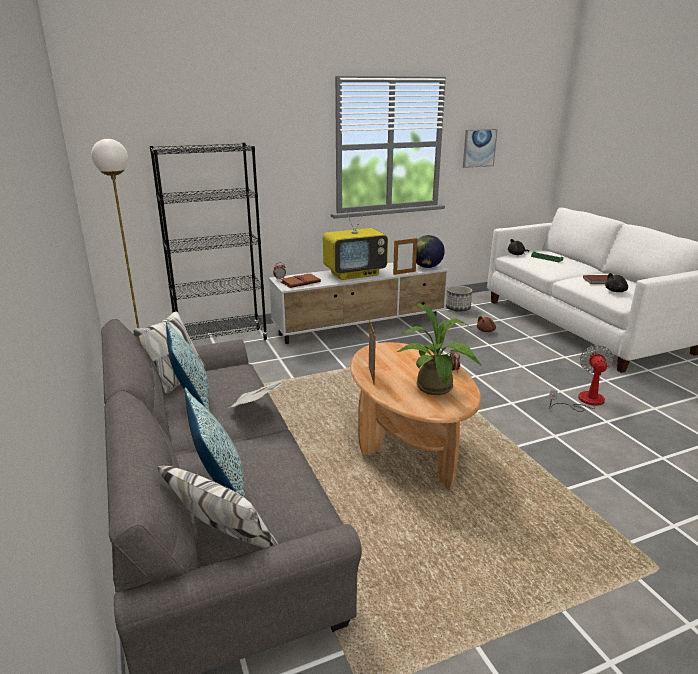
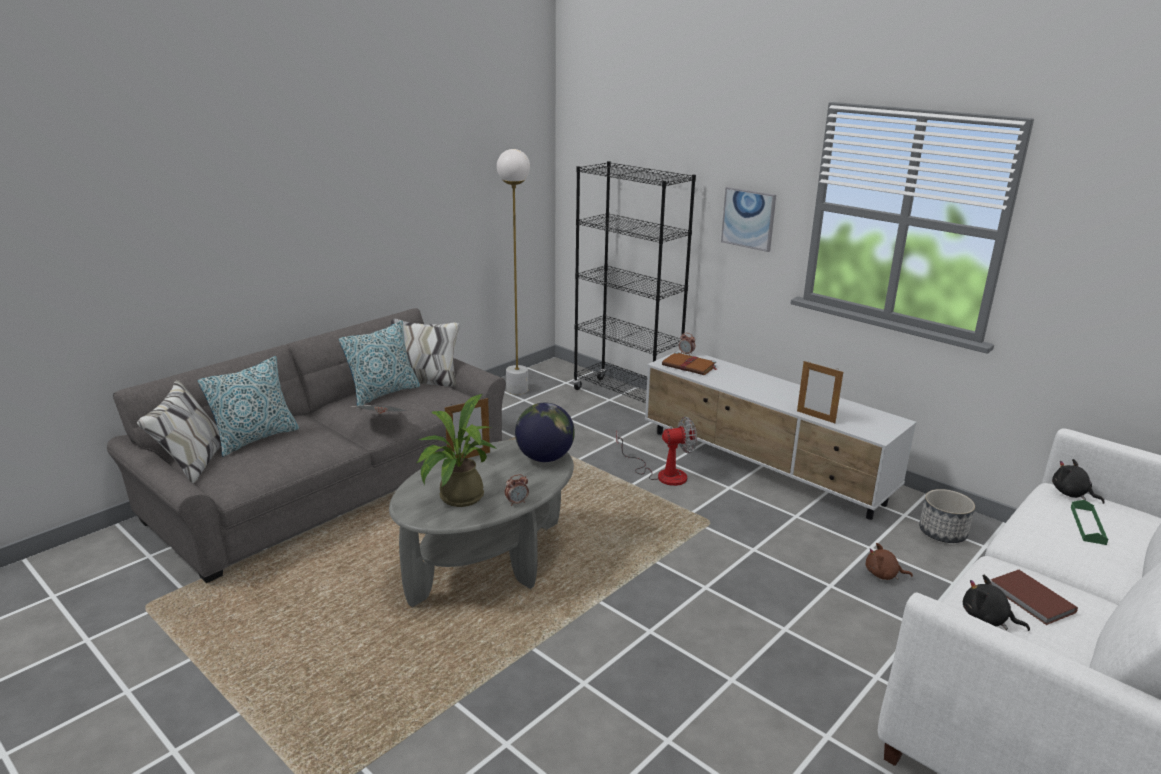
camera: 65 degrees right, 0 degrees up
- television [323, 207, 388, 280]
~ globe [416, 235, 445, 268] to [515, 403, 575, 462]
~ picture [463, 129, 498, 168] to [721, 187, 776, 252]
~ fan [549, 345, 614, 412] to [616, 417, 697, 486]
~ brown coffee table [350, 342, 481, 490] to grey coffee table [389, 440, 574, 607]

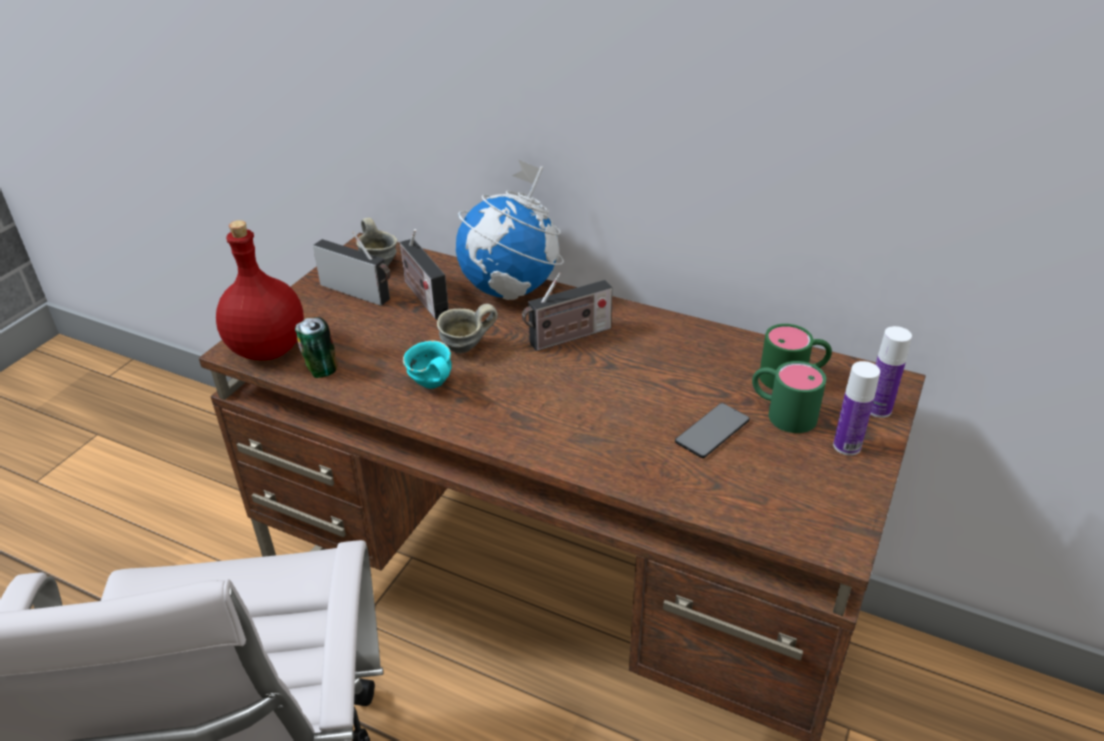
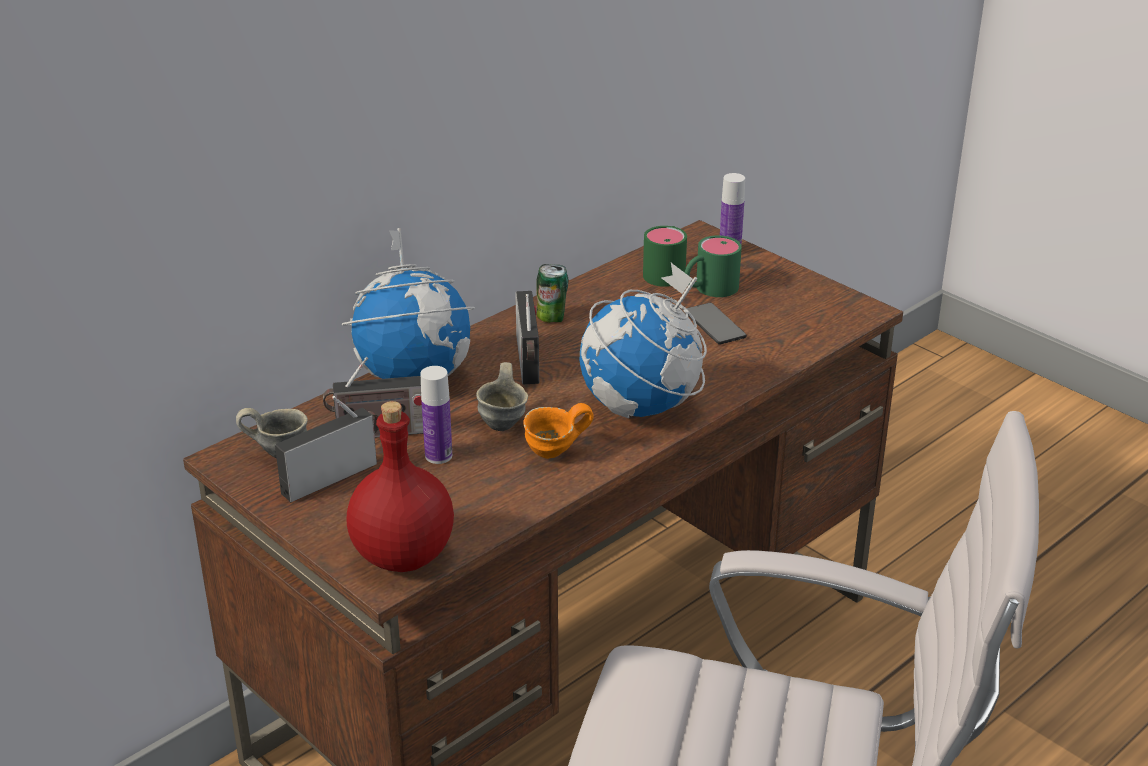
camera: 70 degrees left, 5 degrees down
+ globe [580, 263, 707, 418]
~ can [295, 317, 337, 378] to [536, 264, 569, 323]
~ bottle [833, 361, 880, 456] to [420, 366, 452, 464]
~ turquoise mug [403, 341, 452, 389] to orange mug [523, 403, 594, 459]

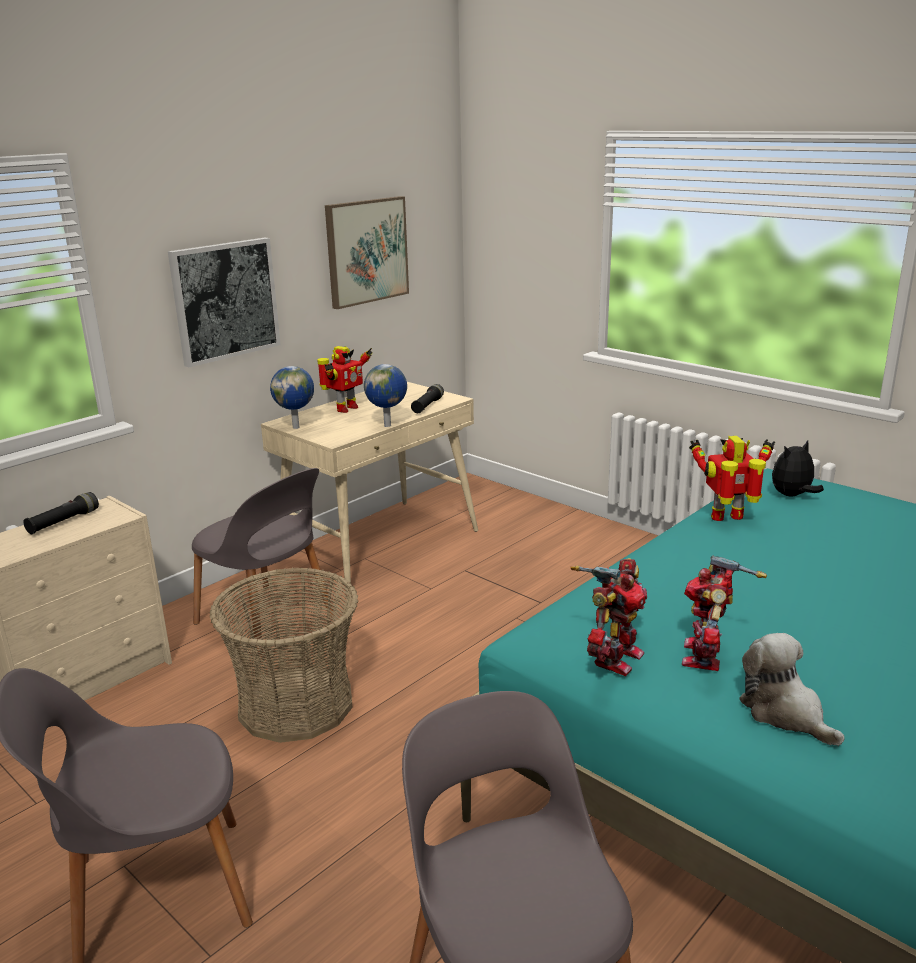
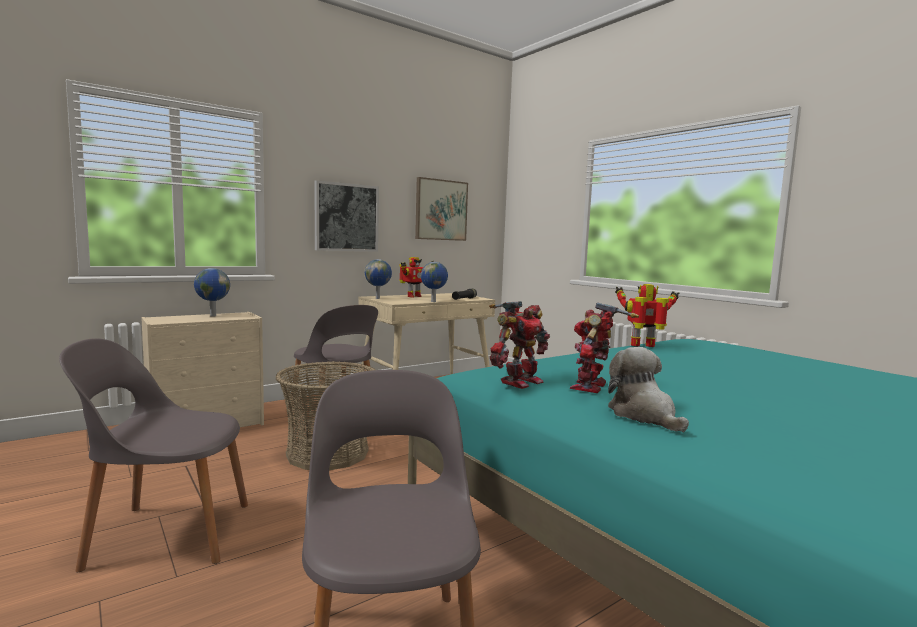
camera: 10 degrees right, 15 degrees down
- plush toy [772, 440, 824, 496]
~ black flashlight [23, 492, 99, 534] to globe [194, 268, 230, 316]

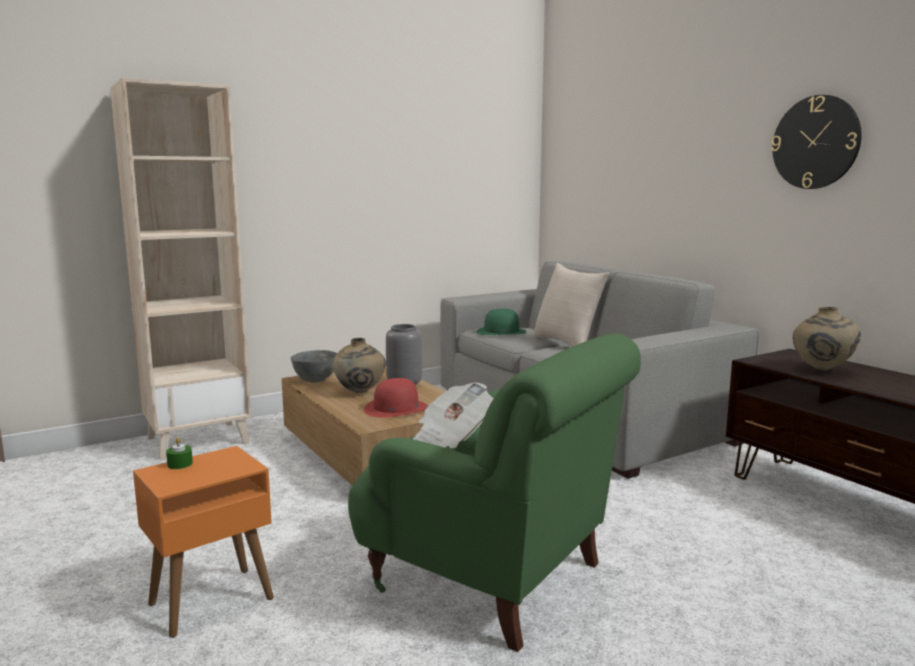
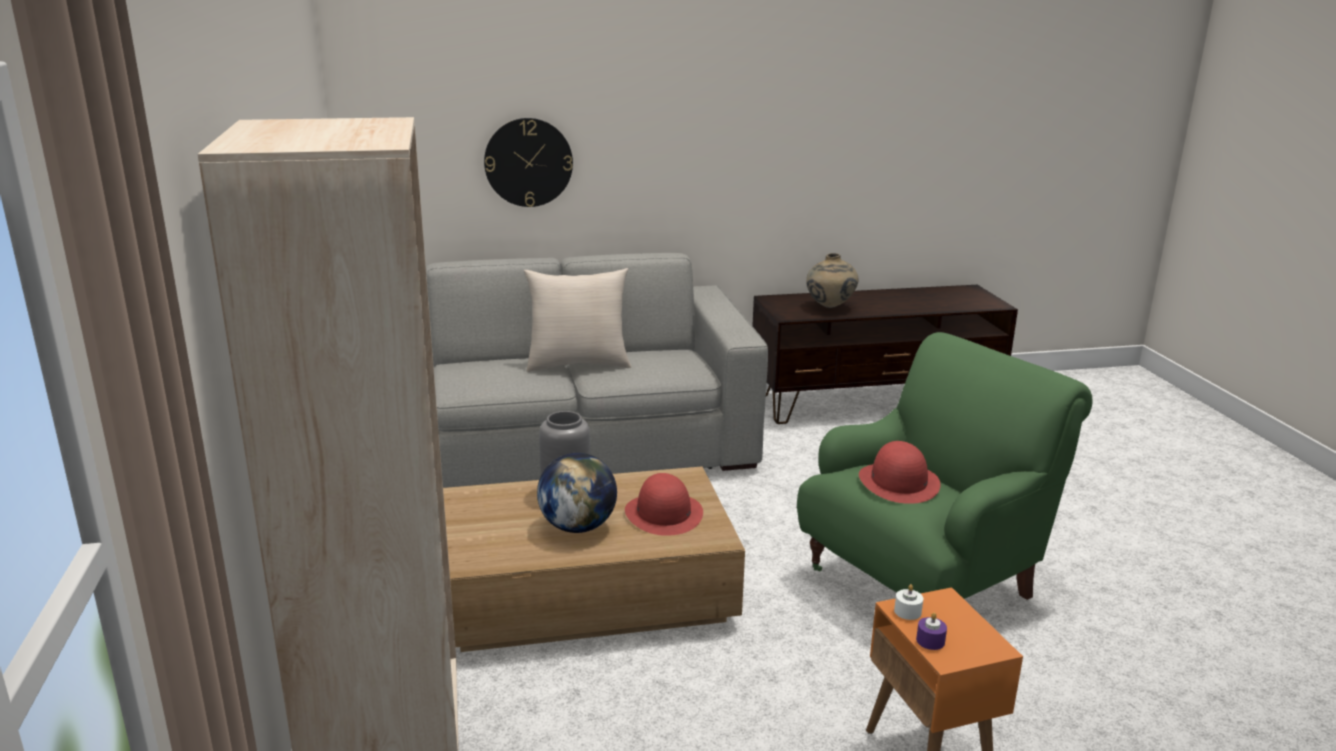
camera: 70 degrees left, 10 degrees up
- grey bowl [291, 350, 337, 382]
- green hat [476, 309, 527, 335]
+ white candle [894, 584, 923, 620]
~ wall clock [771, 95, 862, 189] to [484, 118, 573, 207]
~ beige vase [333, 338, 386, 393] to globe [537, 453, 617, 533]
~ newspaper [413, 382, 494, 449] to red hat [859, 441, 941, 504]
~ green candle [166, 437, 193, 469] to purple candle [916, 613, 947, 650]

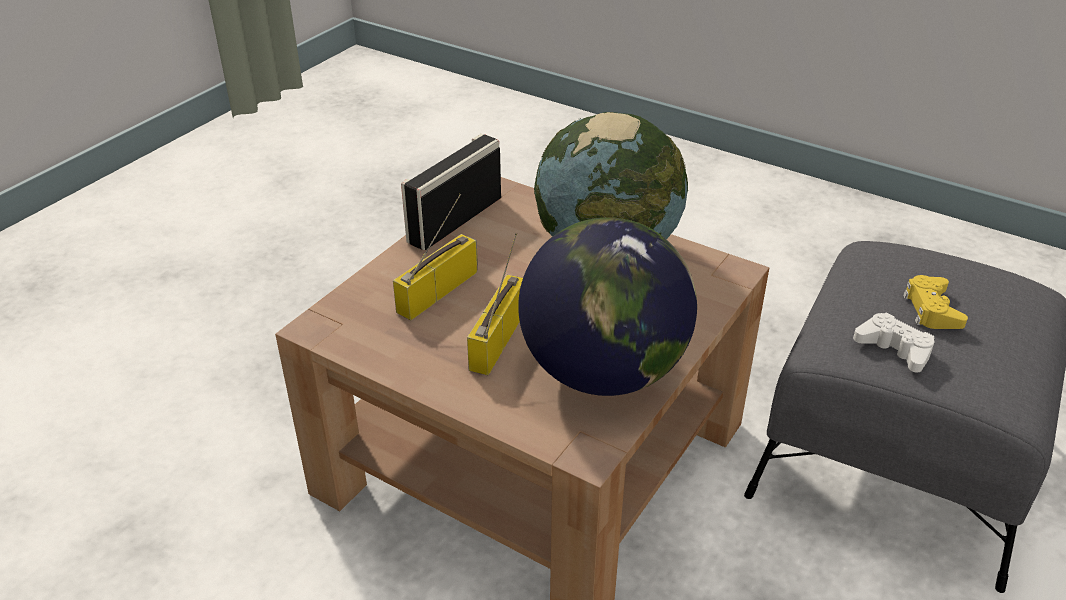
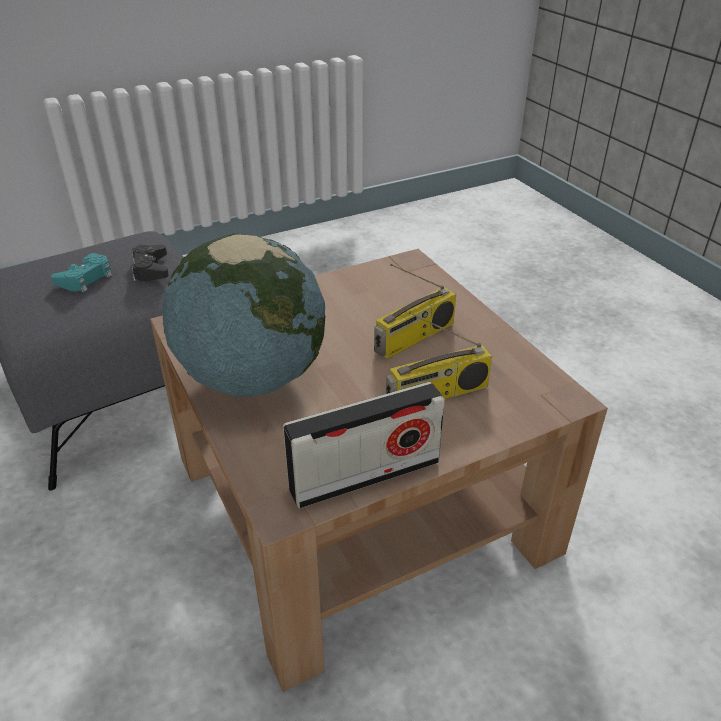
camera: 150 degrees left, 0 degrees up
- globe [518, 217, 697, 396]
~ white game controller [853, 312, 934, 373] to black game controller [132, 244, 169, 282]
~ yellow game controller [903, 275, 968, 329] to turquoise game controller [51, 253, 112, 292]

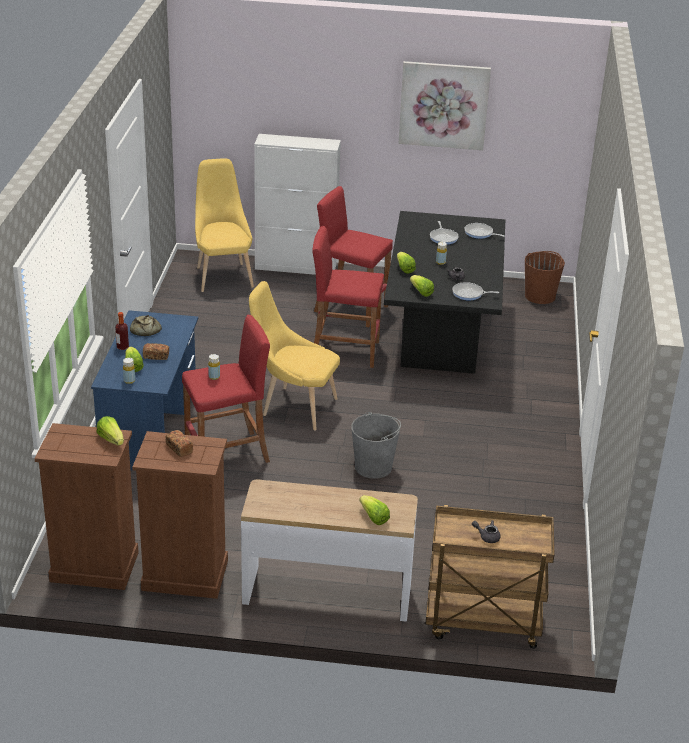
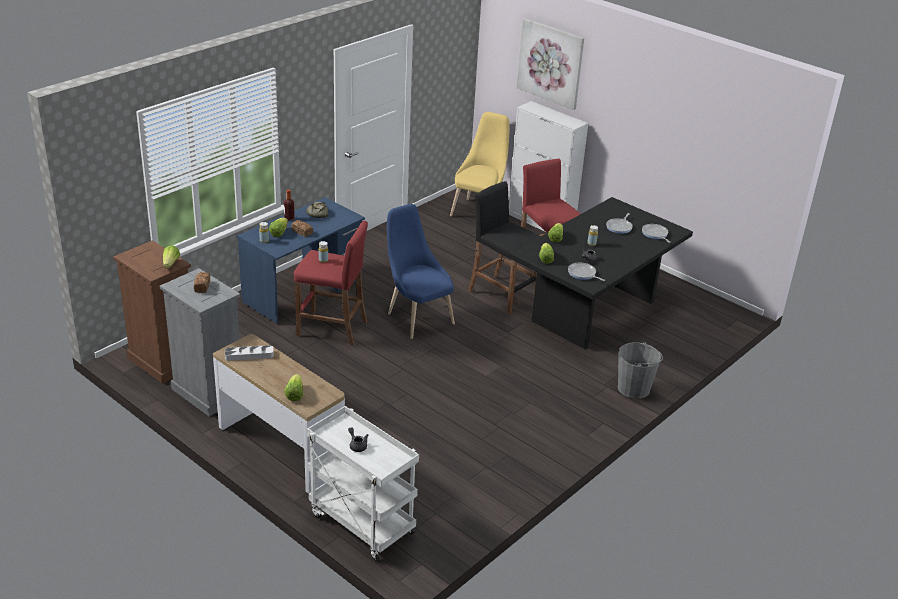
camera: 35 degrees right, 0 degrees up
- brown bucket [525, 251, 565, 304]
+ grey tray [225, 345, 274, 361]
~ grey bucket [351, 412, 401, 479] to [618, 341, 663, 399]
~ picture [398, 61, 491, 150] to [517, 18, 584, 110]
~ brown dresser [132, 431, 228, 599] to grey dresser [160, 268, 240, 417]
~ yellow chair [249, 281, 340, 431] to blue chair [387, 204, 455, 339]
~ red stool [312, 226, 384, 368] to black stool [468, 181, 541, 314]
~ brown cart [425, 505, 554, 649] to white cart [307, 406, 419, 561]

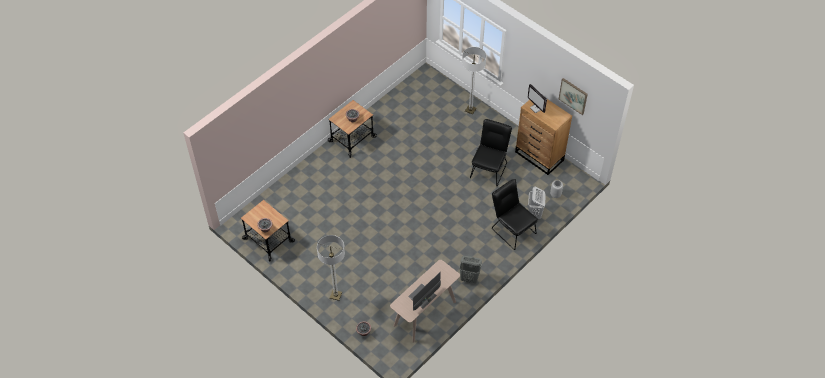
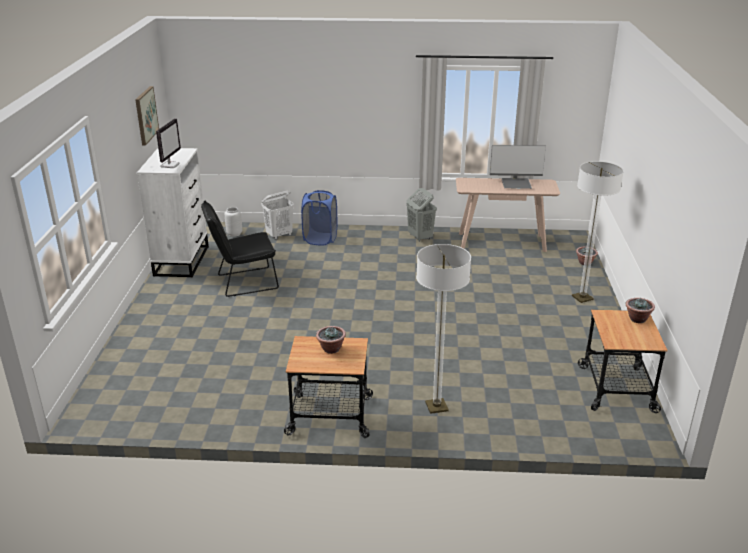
camera: 130 degrees left, 25 degrees down
~ floor lamp [462, 47, 486, 115] to [416, 244, 471, 414]
~ black chair [492, 179, 538, 250] to blue laundry basket [301, 190, 338, 245]
~ brown dresser [515, 99, 572, 175] to white dresser [137, 148, 209, 277]

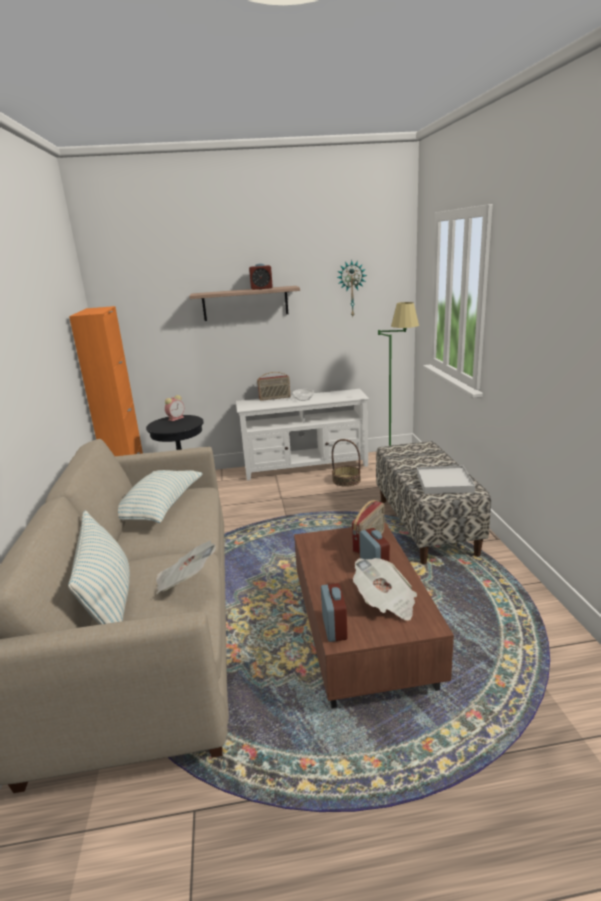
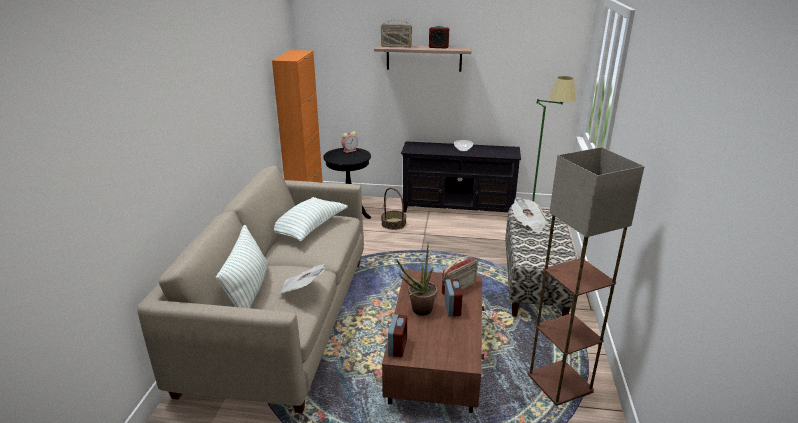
camera: 15 degrees right, 5 degrees up
- wall clock [337, 260, 367, 316]
- white tray [417, 466, 475, 494]
+ potted plant [396, 245, 437, 316]
+ floor lamp [528, 147, 645, 406]
~ radio [257, 372, 291, 401] to [381, 20, 412, 47]
~ basket [332, 439, 361, 487] to [381, 188, 406, 230]
~ newspaper [353, 558, 417, 621] to [511, 197, 548, 233]
~ white tv stand [236, 389, 369, 481] to black tv stand [401, 141, 521, 212]

